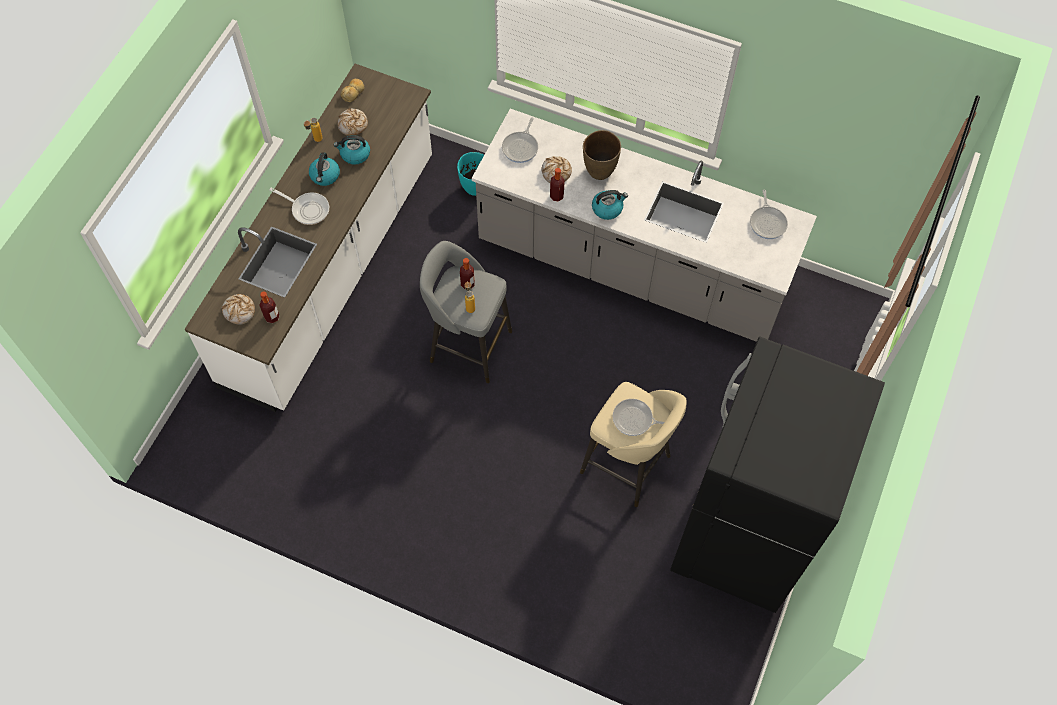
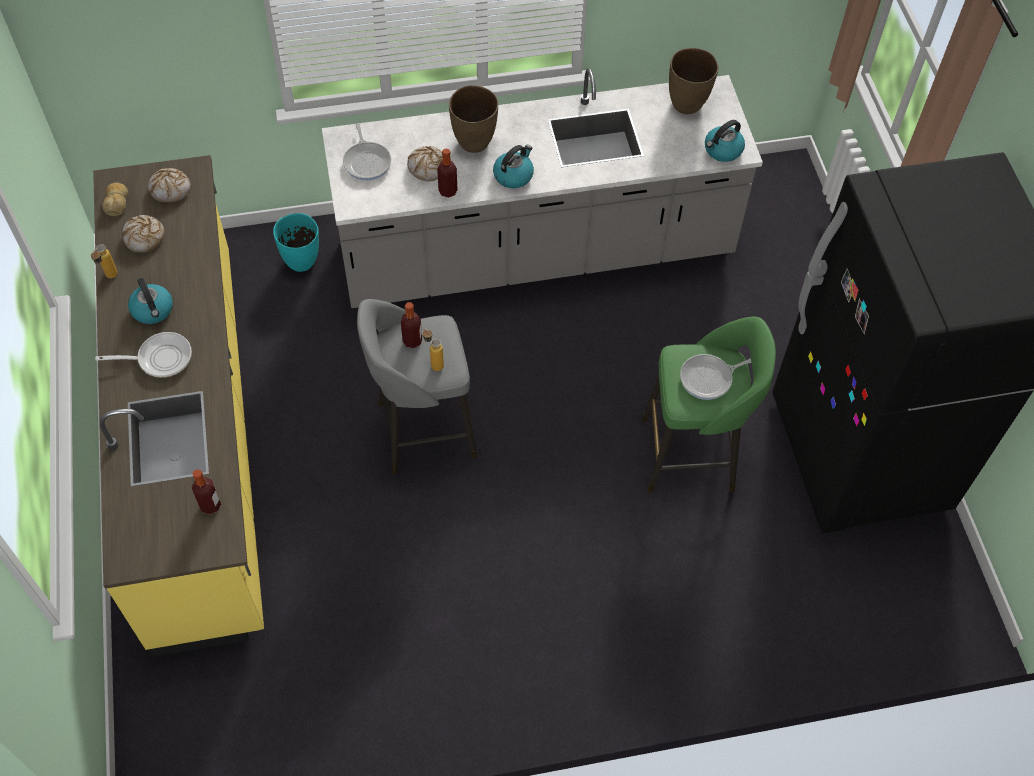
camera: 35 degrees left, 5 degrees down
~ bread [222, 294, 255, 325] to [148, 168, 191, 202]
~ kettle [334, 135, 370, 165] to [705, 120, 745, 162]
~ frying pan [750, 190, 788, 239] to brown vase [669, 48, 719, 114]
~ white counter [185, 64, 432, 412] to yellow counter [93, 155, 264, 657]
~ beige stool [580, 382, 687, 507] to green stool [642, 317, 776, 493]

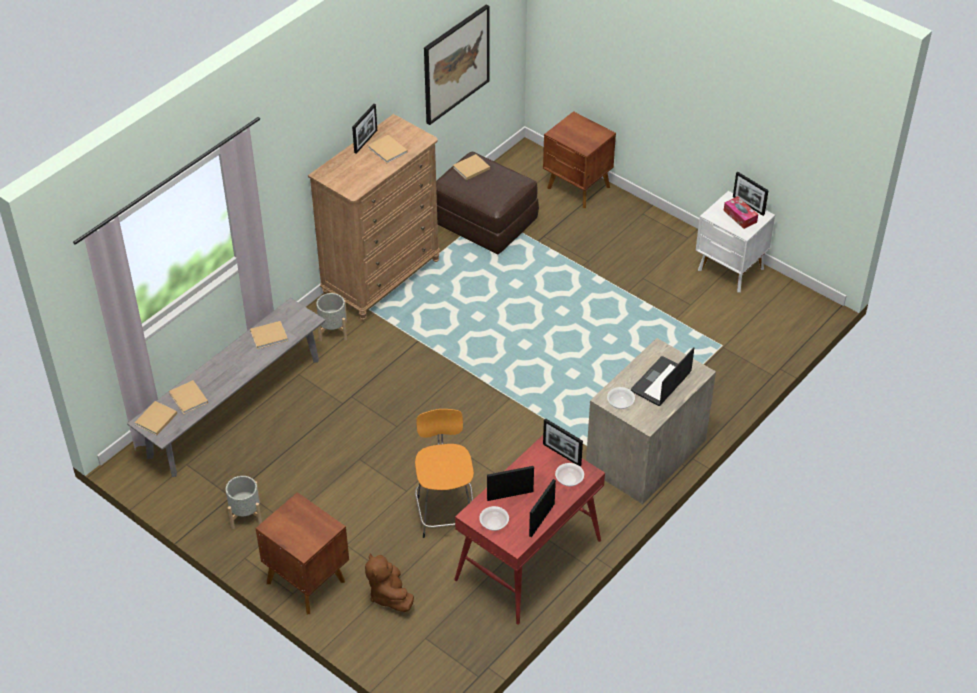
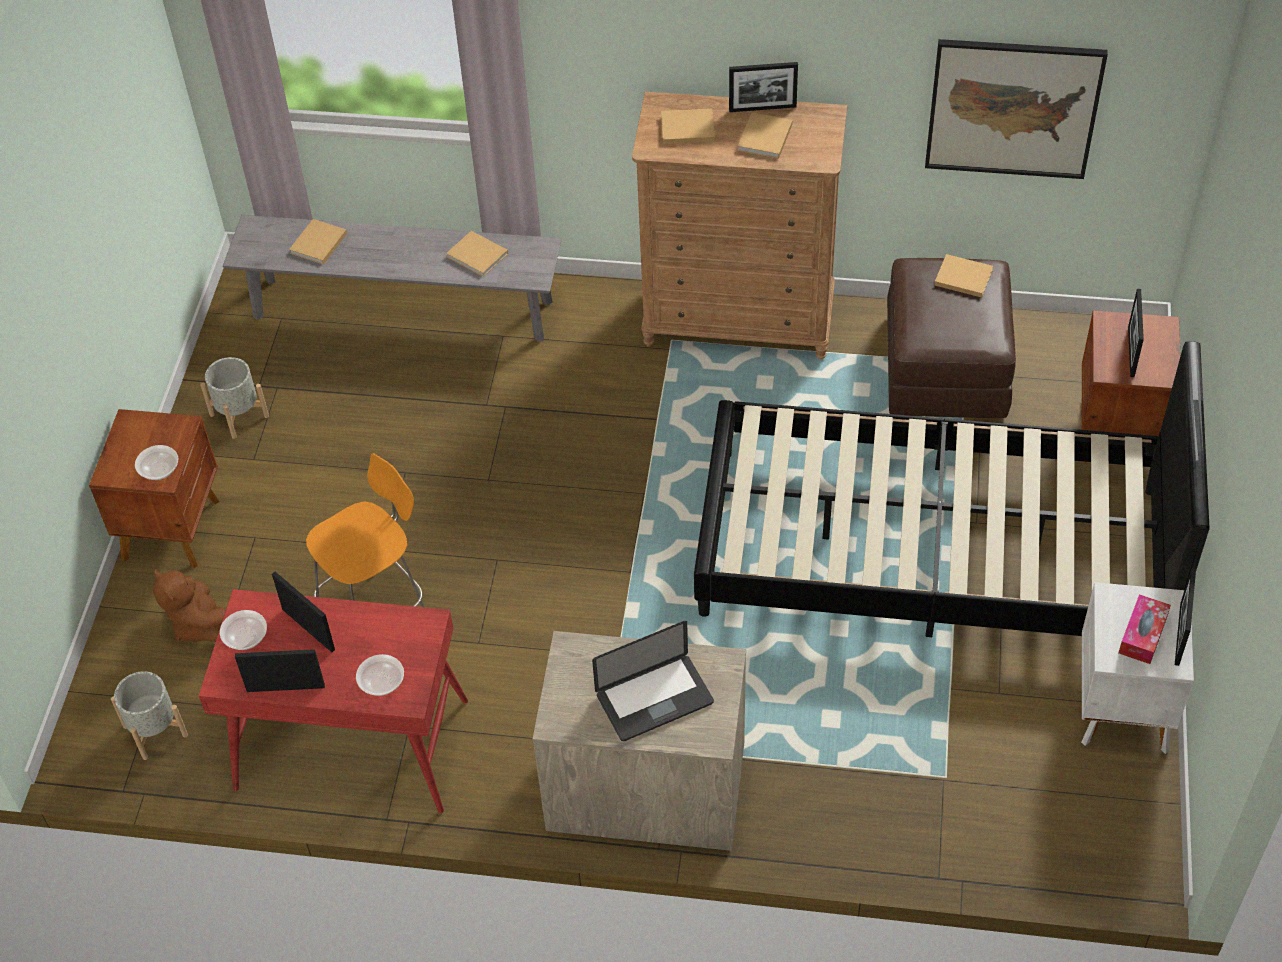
camera: 60 degrees right, 5 degrees up
+ black bed [694, 341, 1210, 637]
~ beige book [135, 401, 177, 435] to [661, 108, 715, 144]
~ grey planter [316, 293, 347, 341] to [111, 671, 188, 760]
~ picture frame [543, 418, 583, 466] to [1128, 289, 1144, 377]
~ bowl [607, 387, 635, 409] to [135, 445, 178, 480]
~ brown plush toy [365, 553, 414, 612] = [153, 569, 225, 642] 75 degrees counterclockwise
~ laptop [631, 348, 694, 406] = [592, 621, 714, 741] 150 degrees clockwise

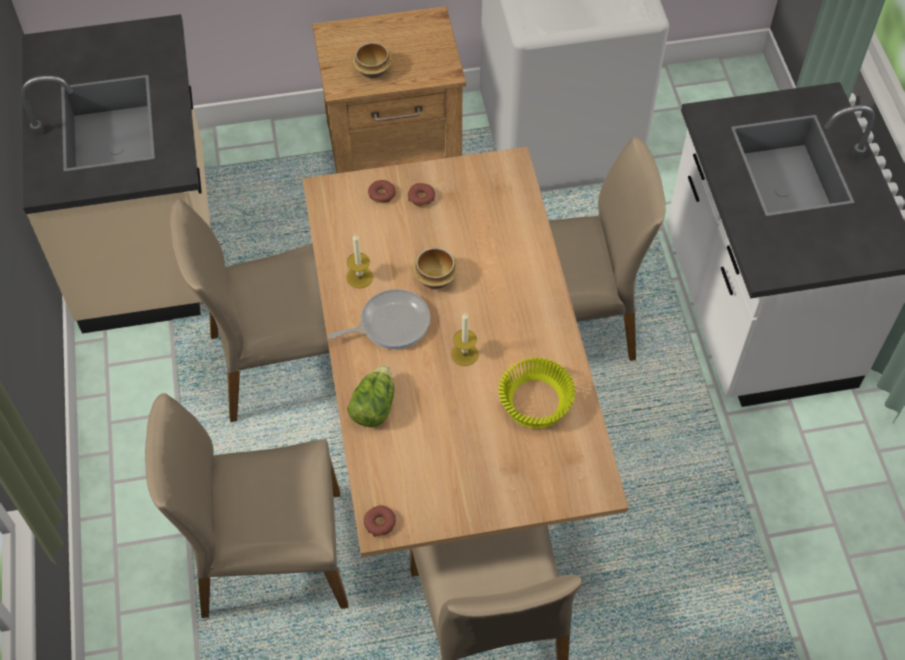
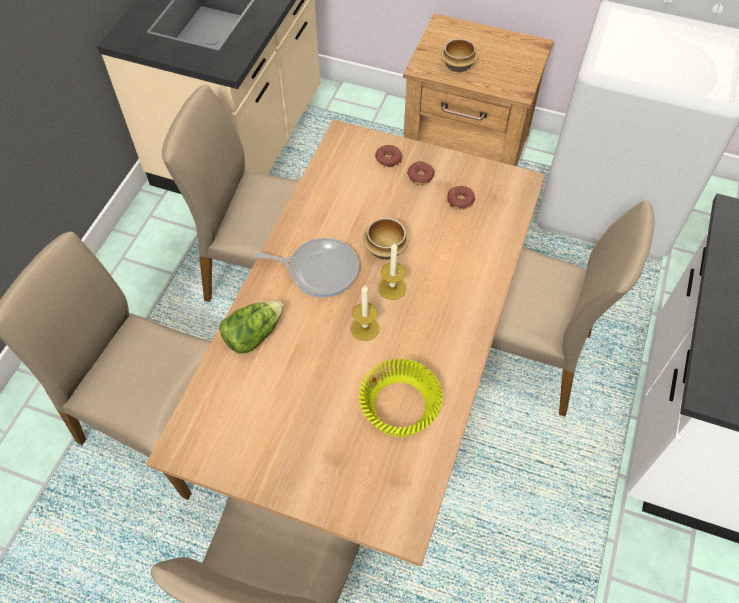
camera: 30 degrees right, 0 degrees up
~ candle [346, 234, 373, 288] to [378, 242, 406, 300]
~ donut [364, 505, 396, 537] to [447, 186, 475, 210]

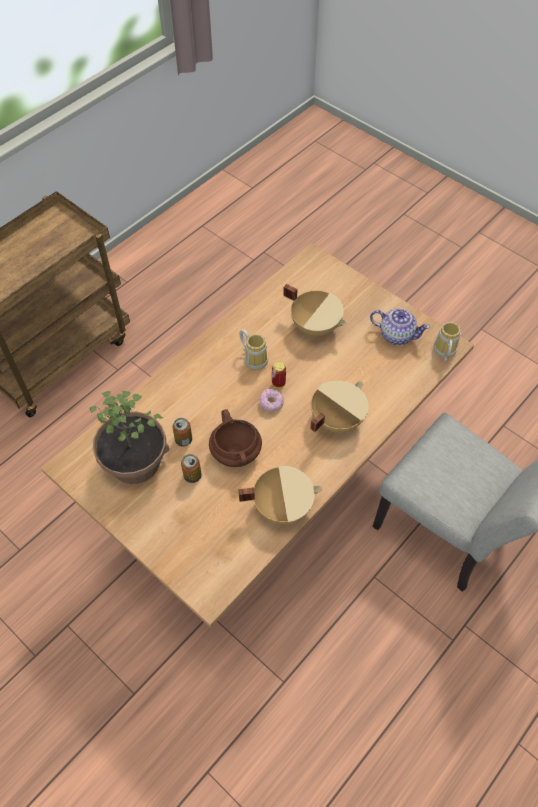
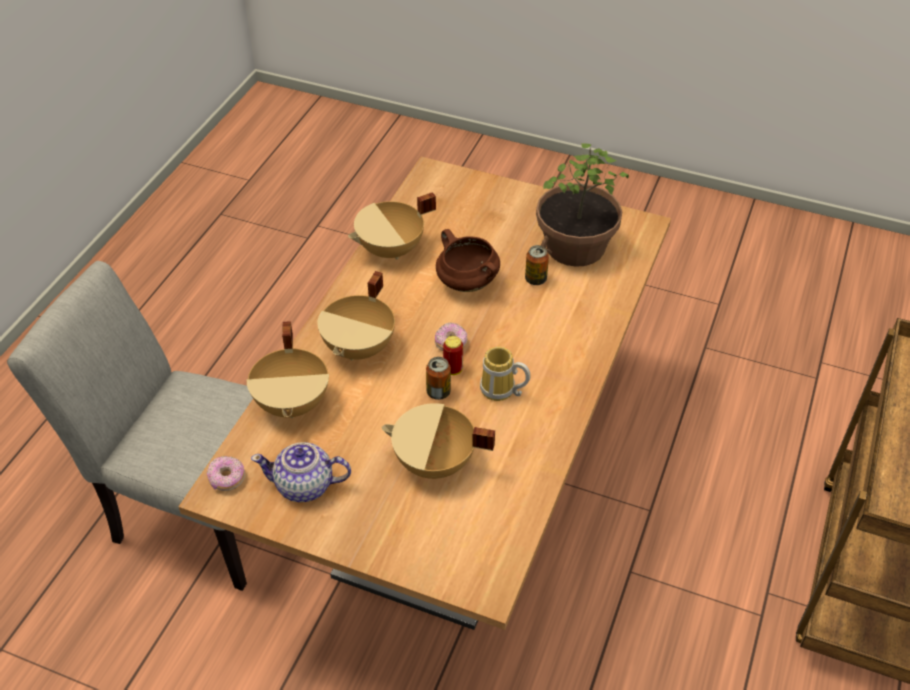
camera: 160 degrees right, 10 degrees down
+ beige cooking pot [247, 321, 329, 418]
~ can [181, 454, 202, 483] to [426, 357, 451, 400]
~ mug [433, 322, 461, 361] to donut [207, 456, 245, 491]

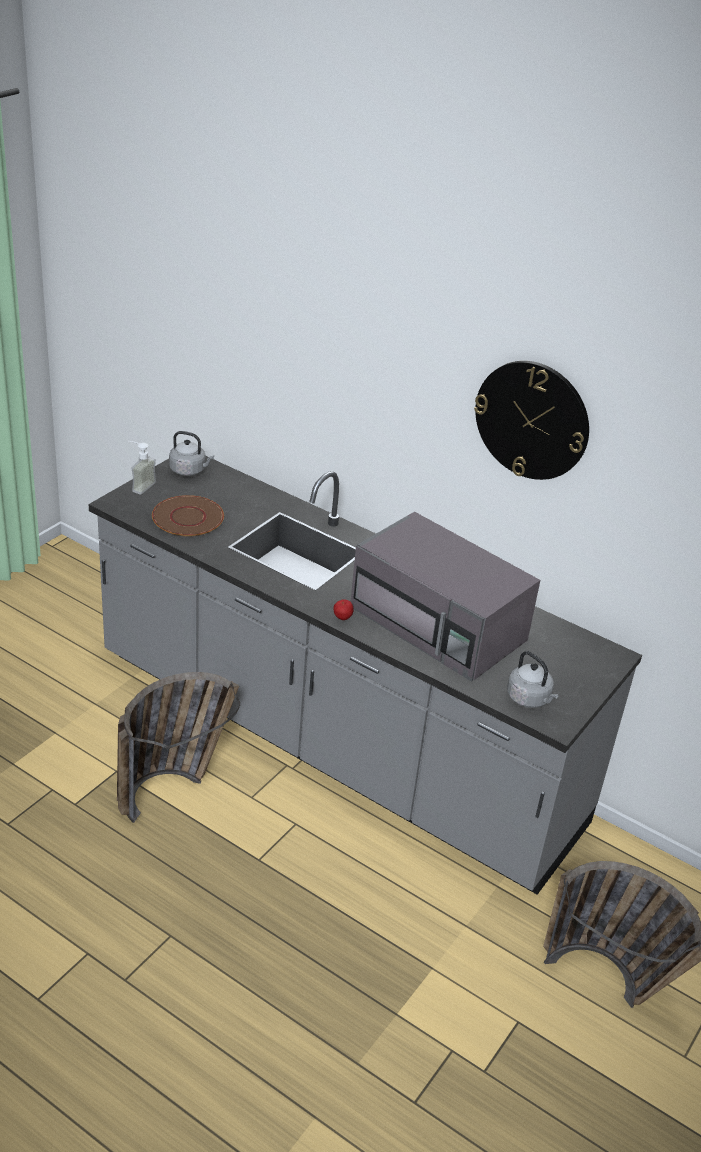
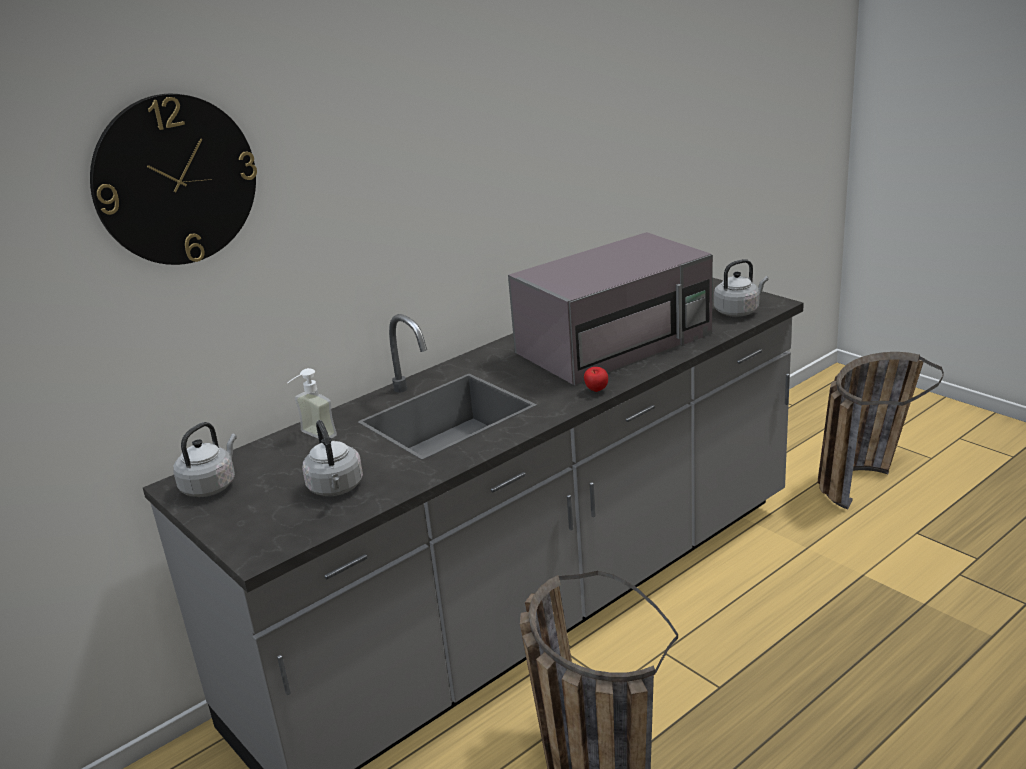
camera: 70 degrees left, 10 degrees down
~ soap dispenser [128, 441, 156, 494] to [287, 368, 337, 439]
~ wall clock [474, 361, 589, 480] to [90, 94, 257, 265]
~ brown plate [152, 495, 224, 536] to grey kettle [302, 420, 363, 496]

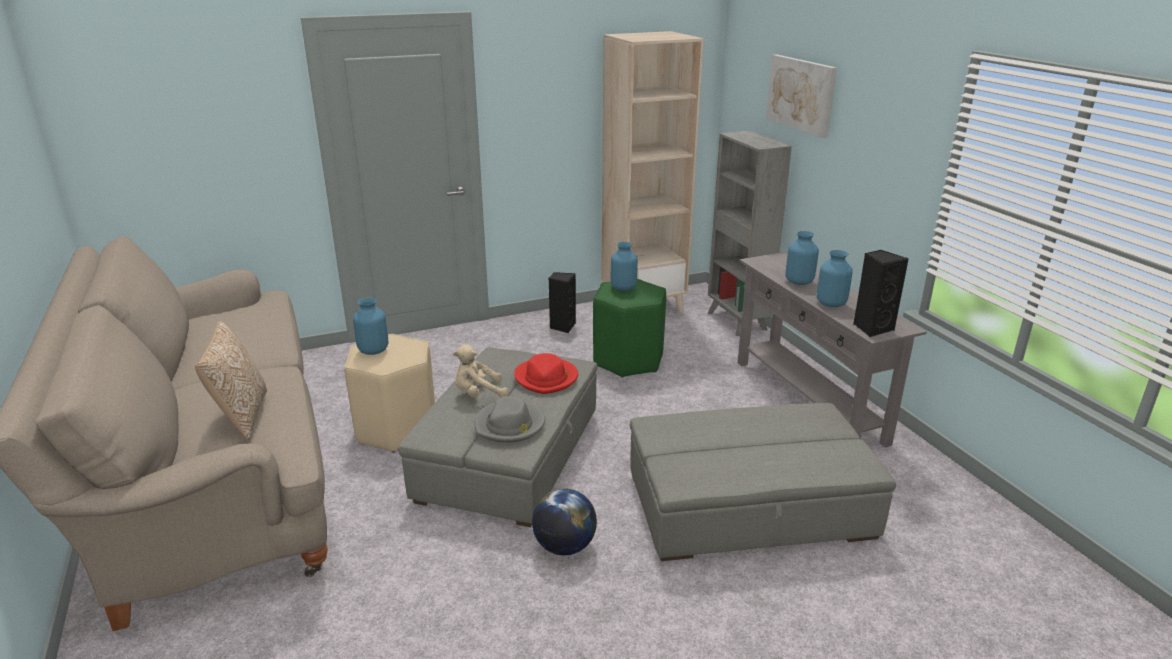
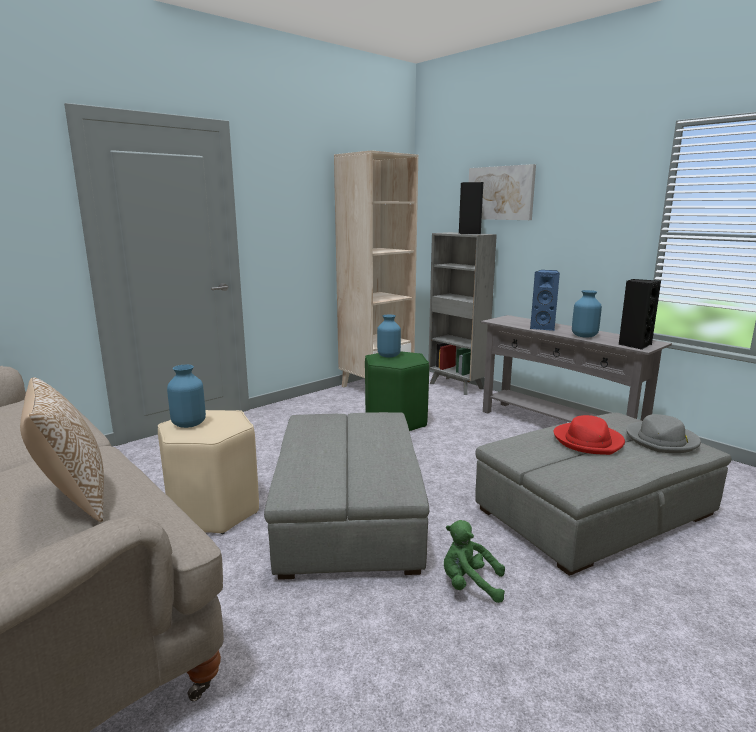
camera: 20 degrees left, 10 degrees down
- beige plush toy [453, 344, 508, 397]
~ grey hat [474, 396, 545, 443] to [626, 414, 701, 453]
~ red hat [514, 353, 578, 394] to [554, 415, 625, 455]
~ black speaker [549, 272, 576, 333] to [459, 182, 483, 234]
~ globe [532, 489, 597, 555] to green plush toy [444, 520, 505, 603]
~ blue vase [785, 231, 819, 285] to blue speaker [530, 270, 560, 331]

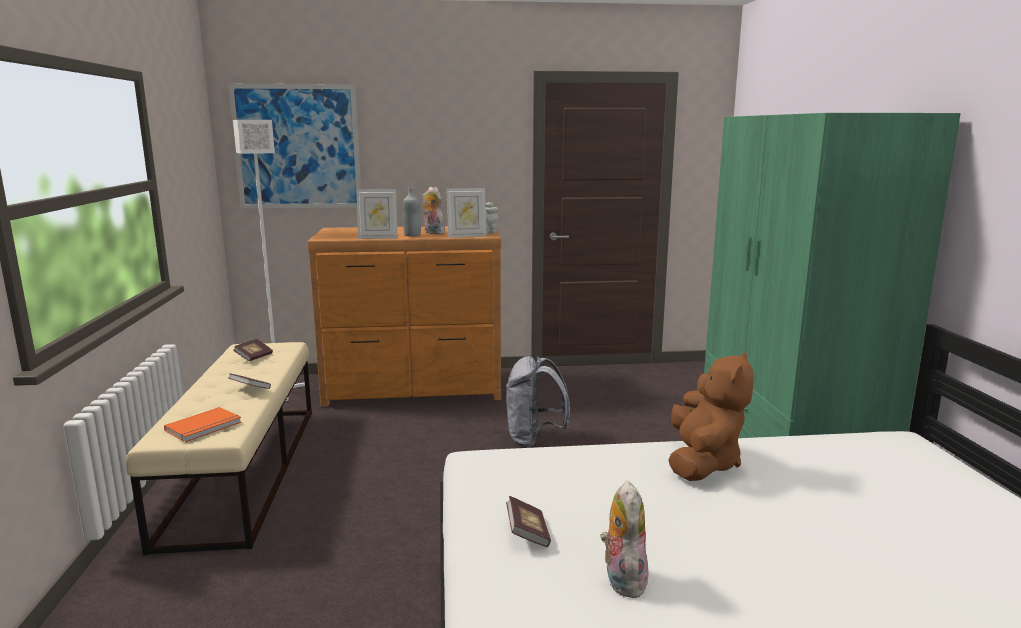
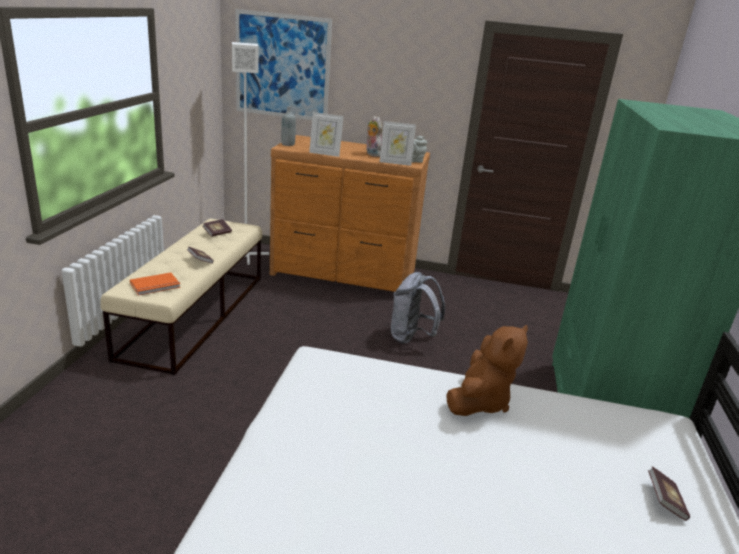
camera: 15 degrees right, 10 degrees up
- plush toy [600, 481, 648, 598]
~ grey bottle [403, 188, 421, 237] to [281, 106, 296, 146]
~ book [506, 496, 551, 547] to [648, 466, 690, 521]

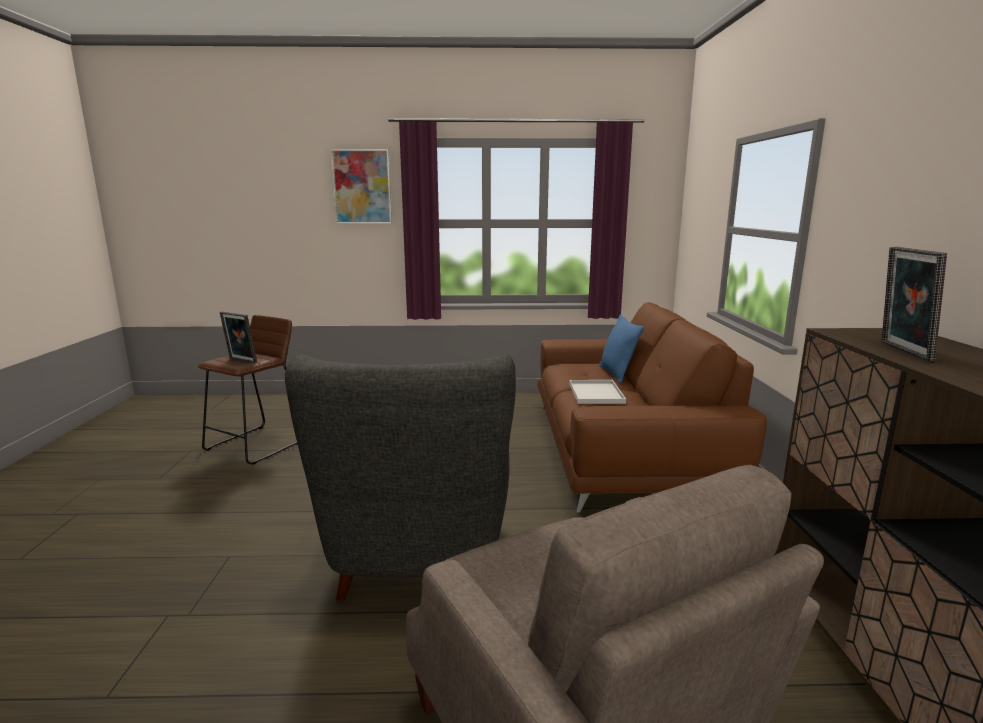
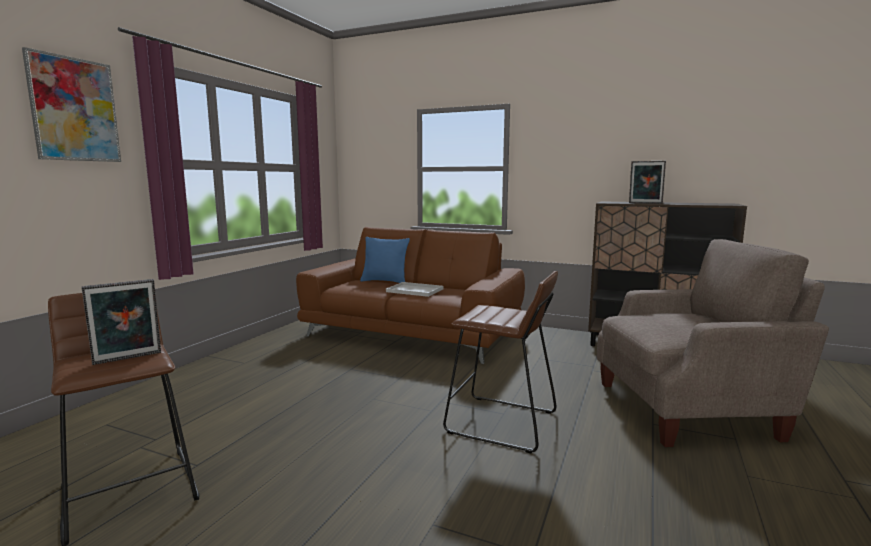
camera: 65 degrees left, 5 degrees down
~ grey armchair [285, 354, 516, 601] to brown stool [443, 271, 558, 453]

